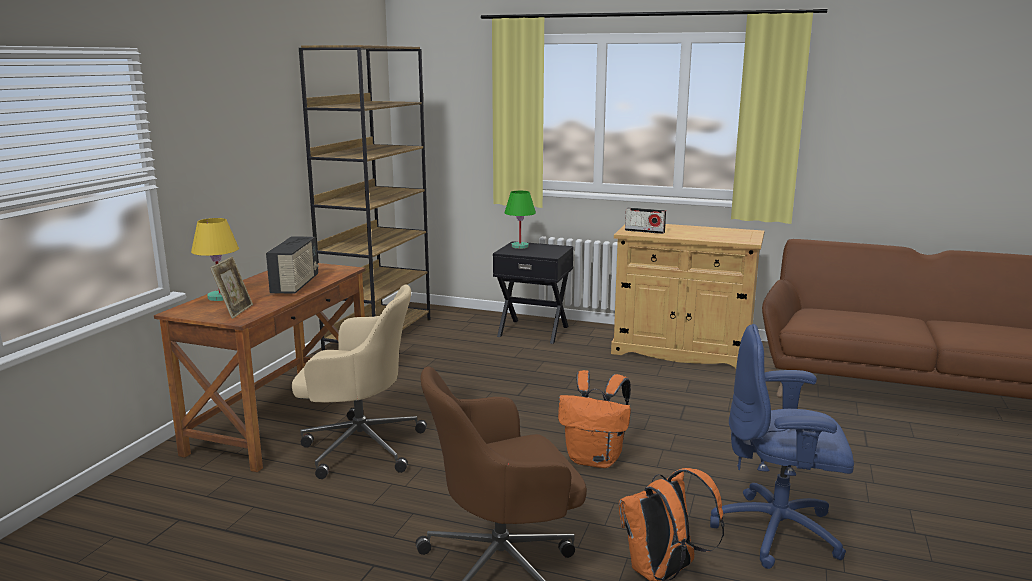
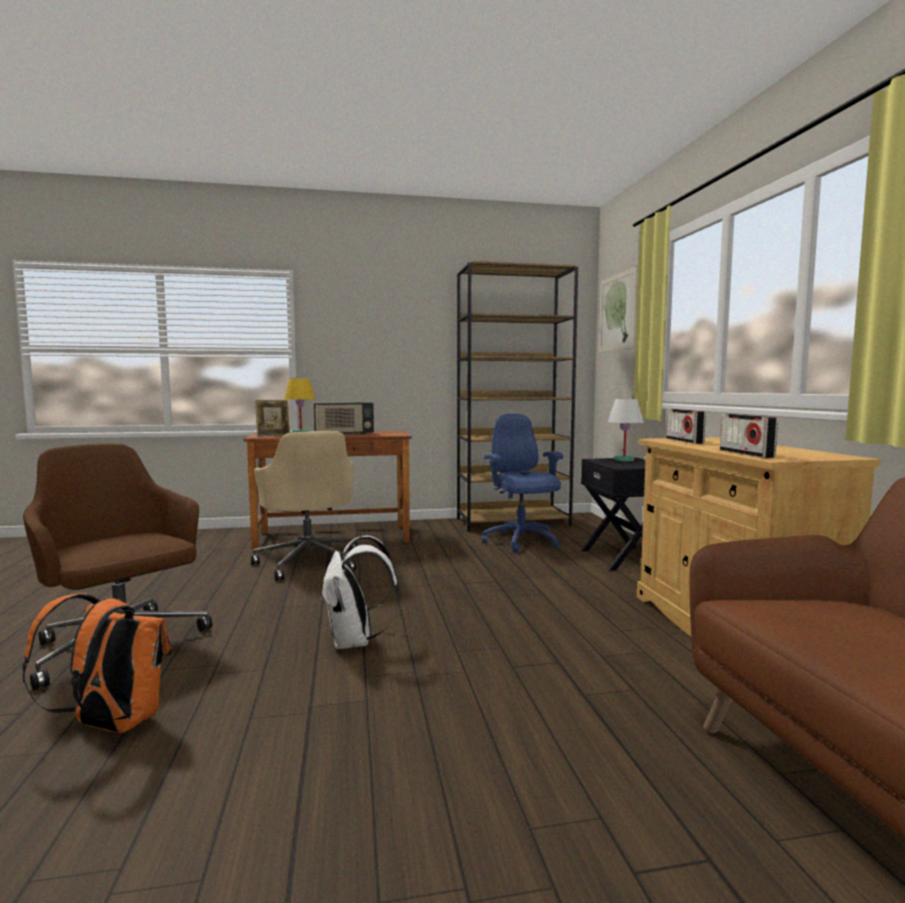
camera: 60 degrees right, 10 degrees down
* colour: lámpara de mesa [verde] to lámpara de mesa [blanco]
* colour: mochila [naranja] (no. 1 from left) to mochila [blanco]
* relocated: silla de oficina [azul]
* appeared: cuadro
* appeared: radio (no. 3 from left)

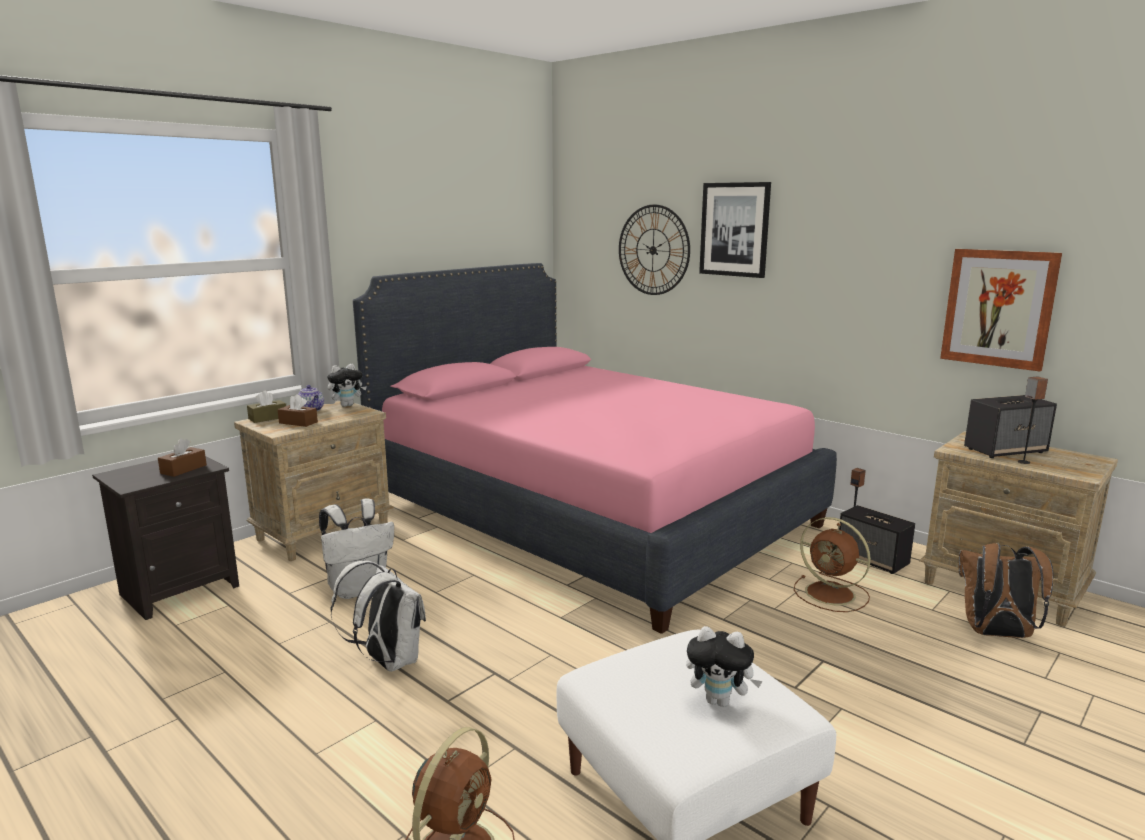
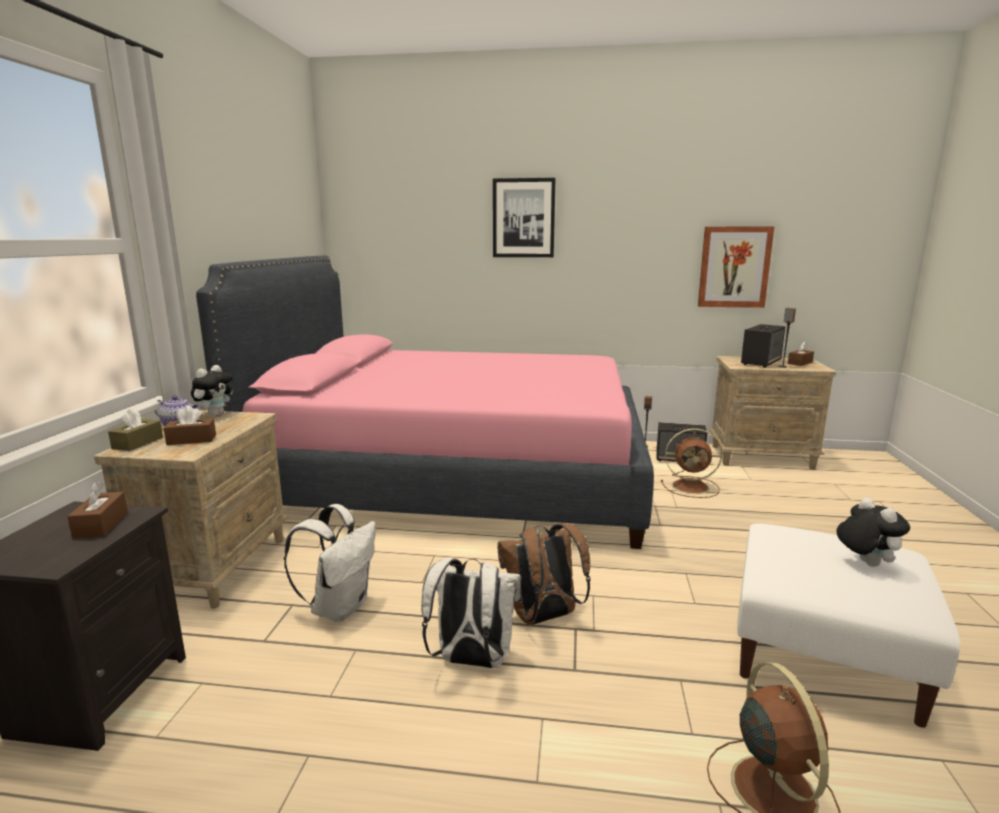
camera: 35 degrees left, 0 degrees up
* missing: reloj de pared
* spun: peluche (no. 2 from left) 90 degrees counterclockwise
* relocated: mochila [marrón]
* appeared: caja de pañuelos [marrón] (no. 4 from left)

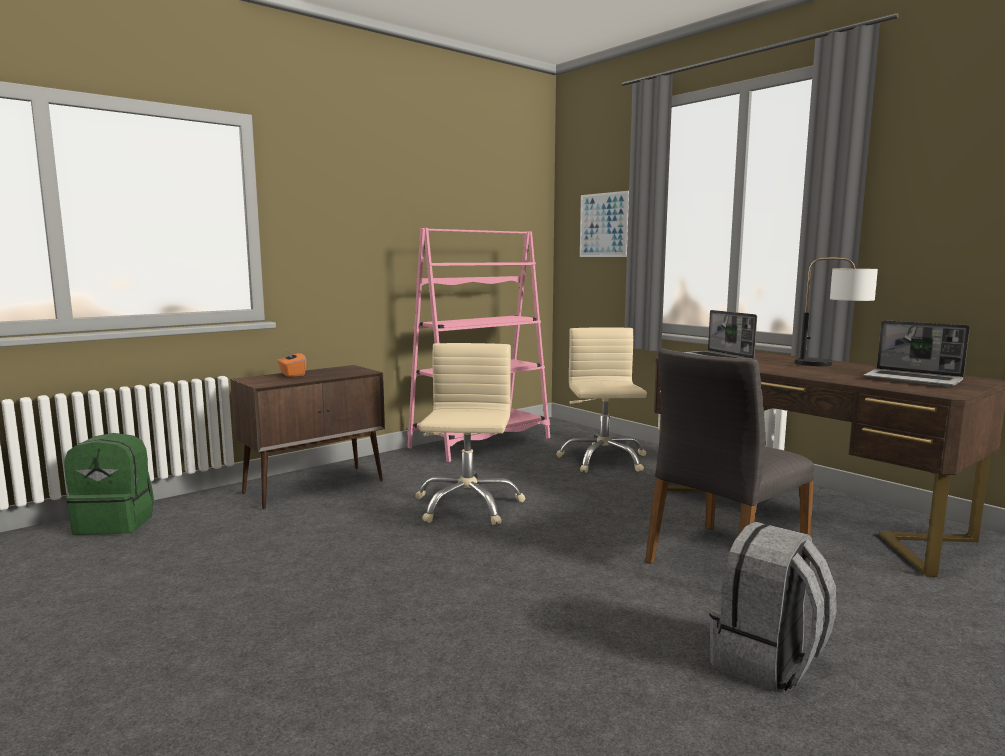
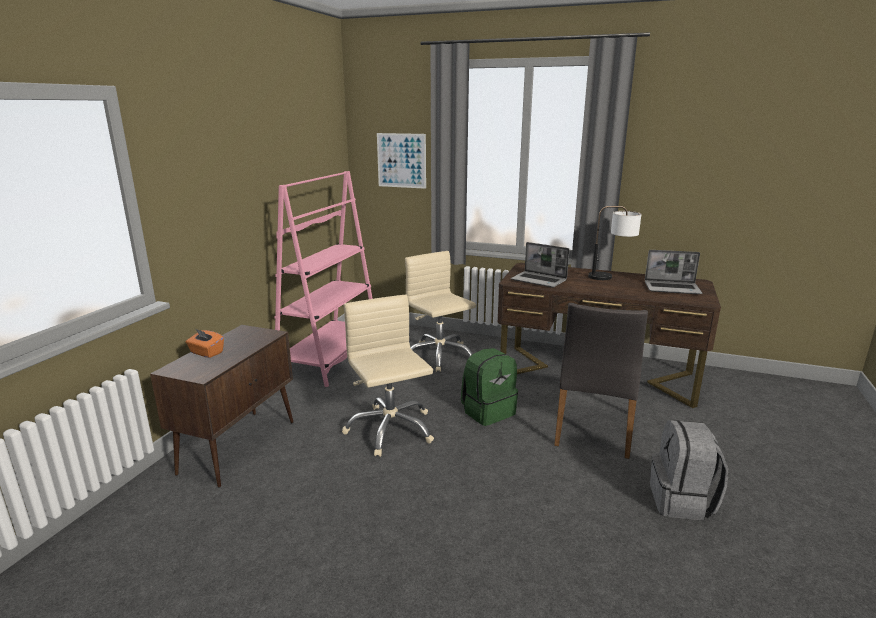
camera: 30 degrees left, 10 degrees up
* relocated: mochila [verde]

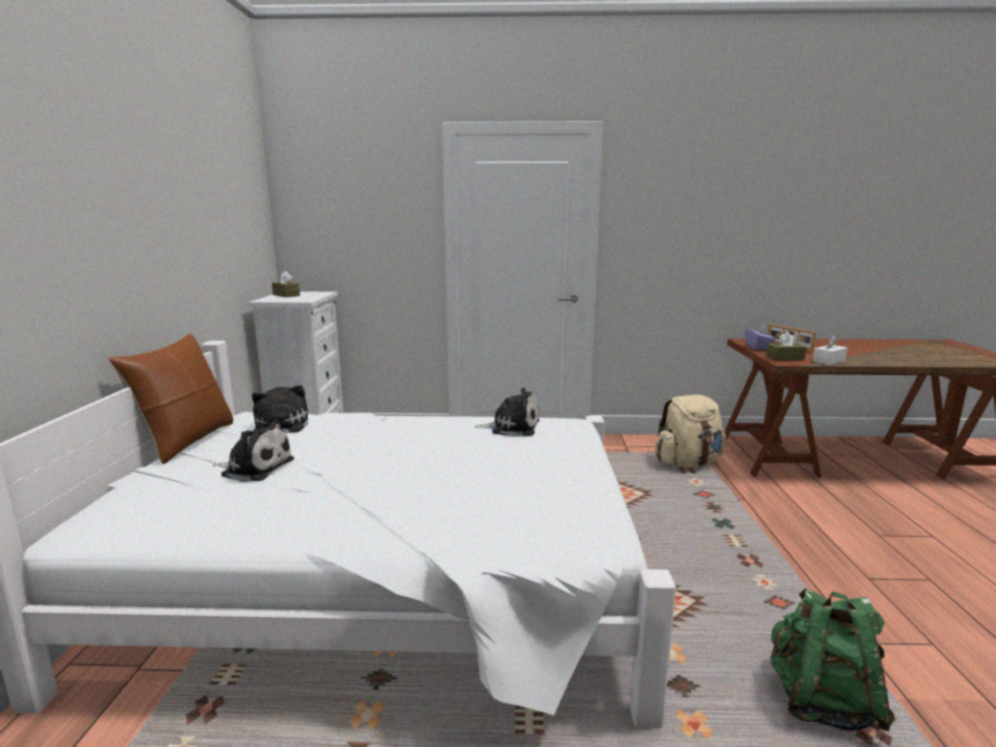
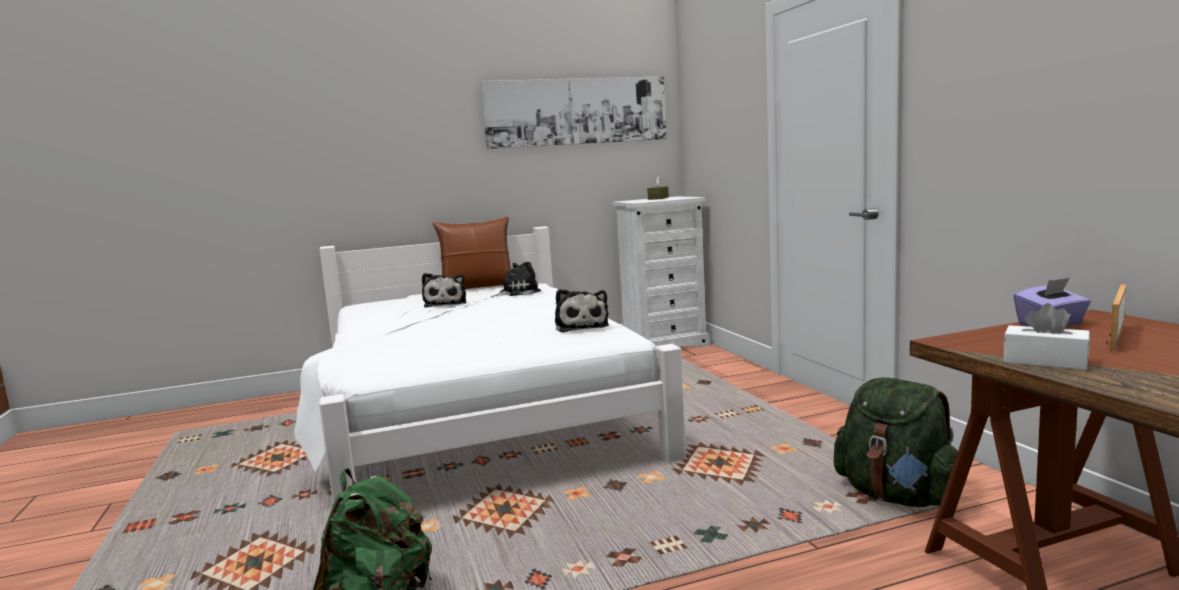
camera: 70 degrees right, 5 degrees down
* colour: mochila [beis] to mochila [verde] (no. 2 from left)
* missing: caja de pañuelos [marrón] (no. 2 from left)
* appeared: cuadro

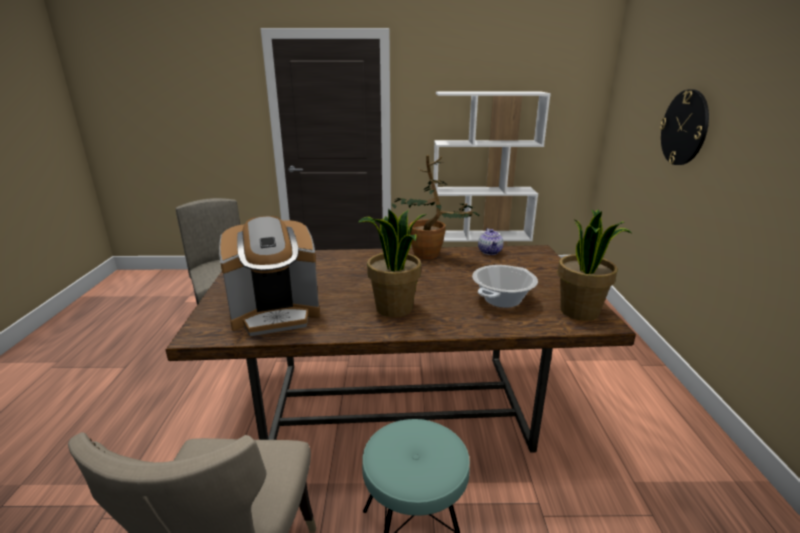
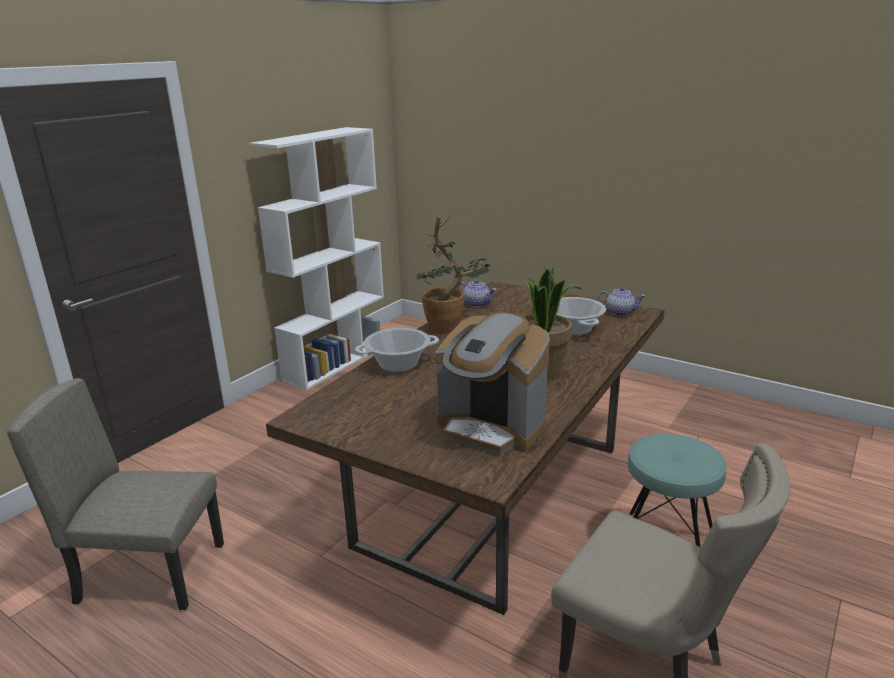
camera: 55 degrees left, 0 degrees up
* spun: cafetera 105 degrees clockwise
* exchanged: planta en maceta (no. 3 from left) to tetera (no. 2 from left)
* missing: reloj de pared
* appeared: olla (no. 1 from left)

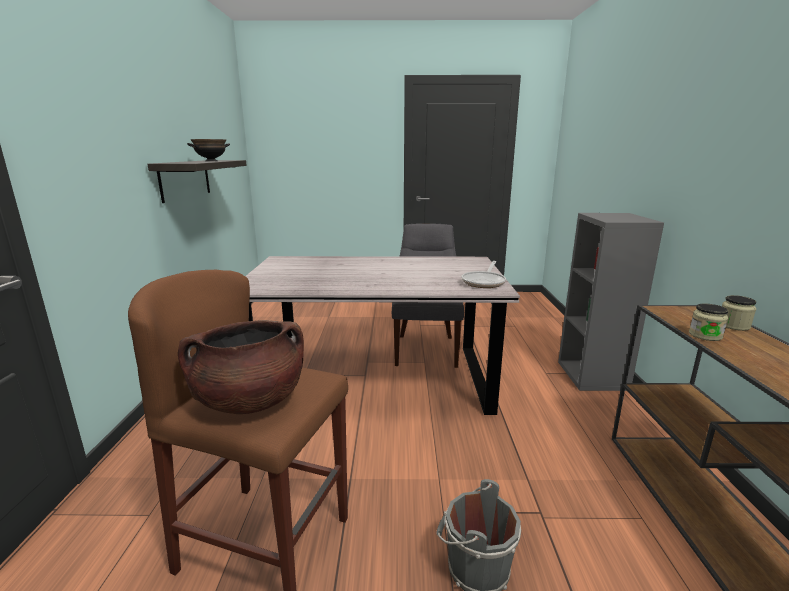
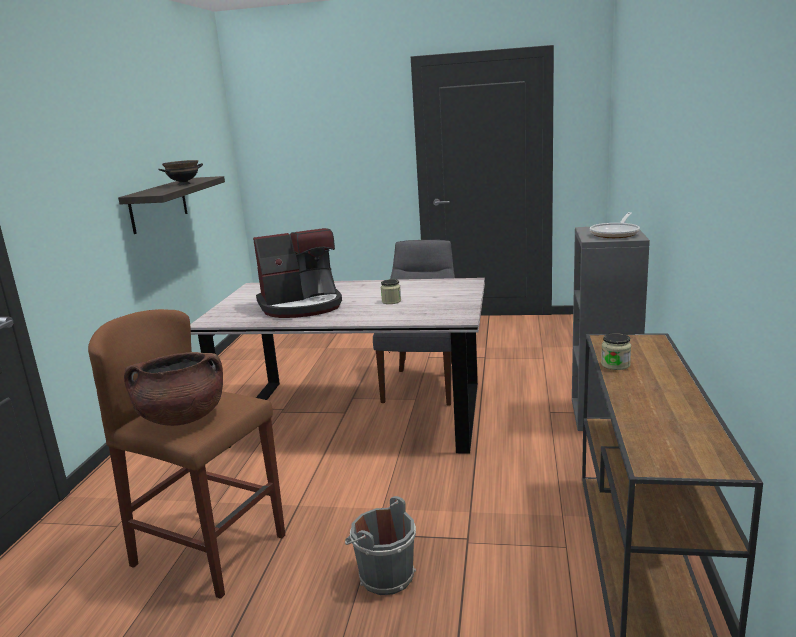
camera: 10 degrees right, 0 degrees up
* relocated: sartén
* relocated: tarro (no. 2 from left in the first image) to tarro (no. 1 from left)
* appeared: cafetera

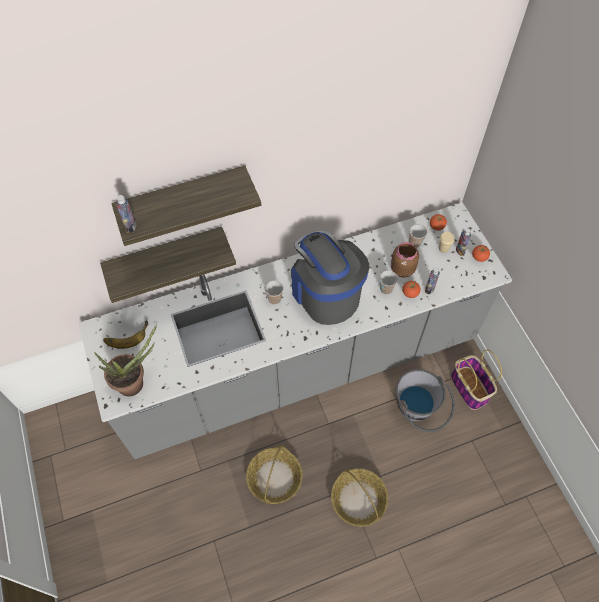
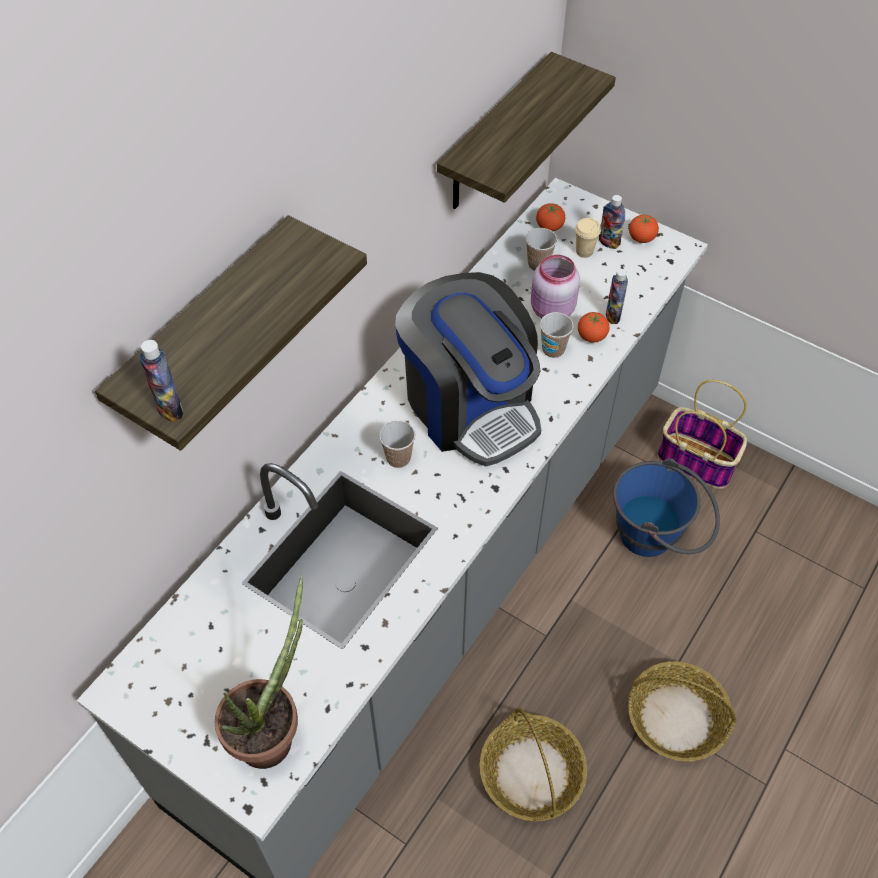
camera: 35 degrees left, 5 degrees down
* relocated: estante (no. 1 from left in the first image) to estante (no. 2 from left)
* missing: plátano
* spun: cafetera 150 degrees counterclockwise
* colour: tarro [marrón] to tarro [rosa]
* colour: cubo [gris] to cubo [azul]

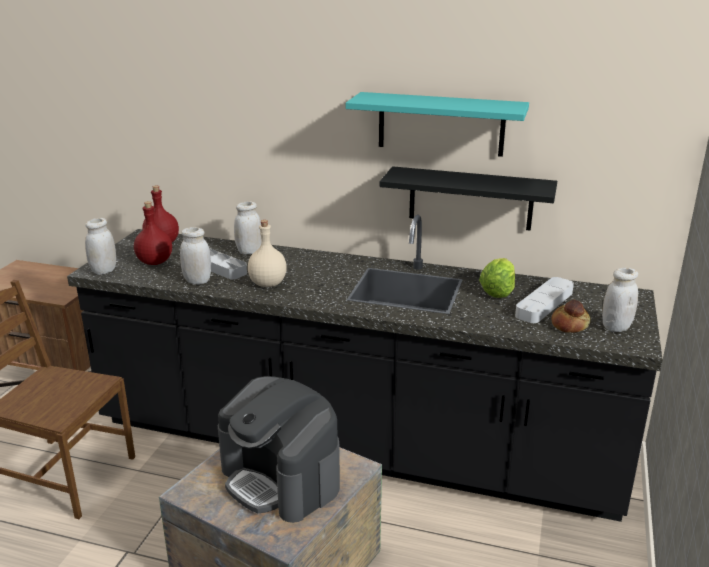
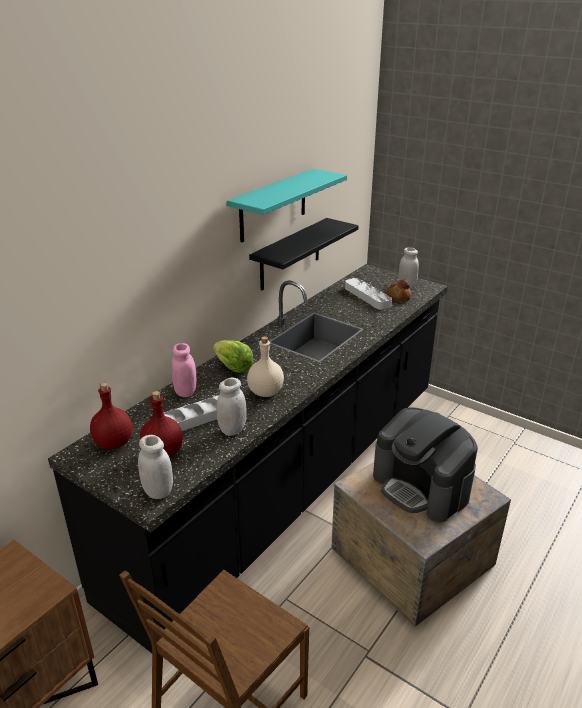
camera: 70 degrees left, 5 degrees up
* spun: cafetera 75 degrees clockwise
* colour: tarro [blanco] (no. 3 from left) to tarro [rosa]
* relocated: lechuga

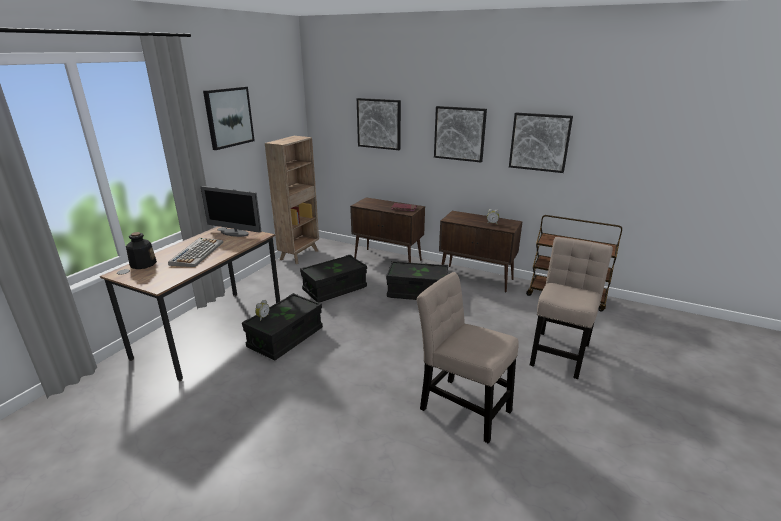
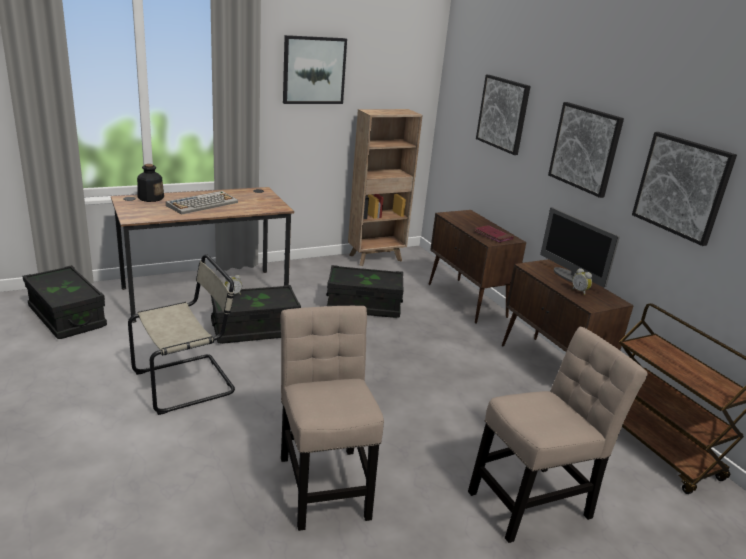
camera: 35 degrees right, 0 degrees up
* relocated: monitor
* relocated: caja de almacenaje [negro] (no. 3 from left in the first image) to caja de almacenaje [negro] (no. 1 from left)
* appeared: silla [beis] (no. 1 from left)

